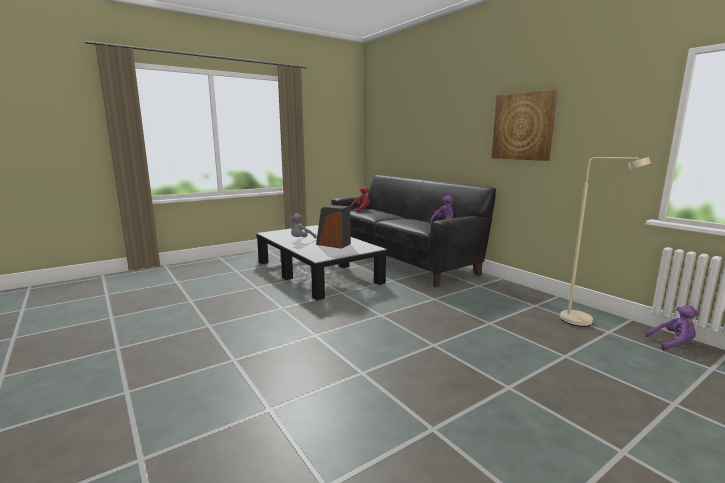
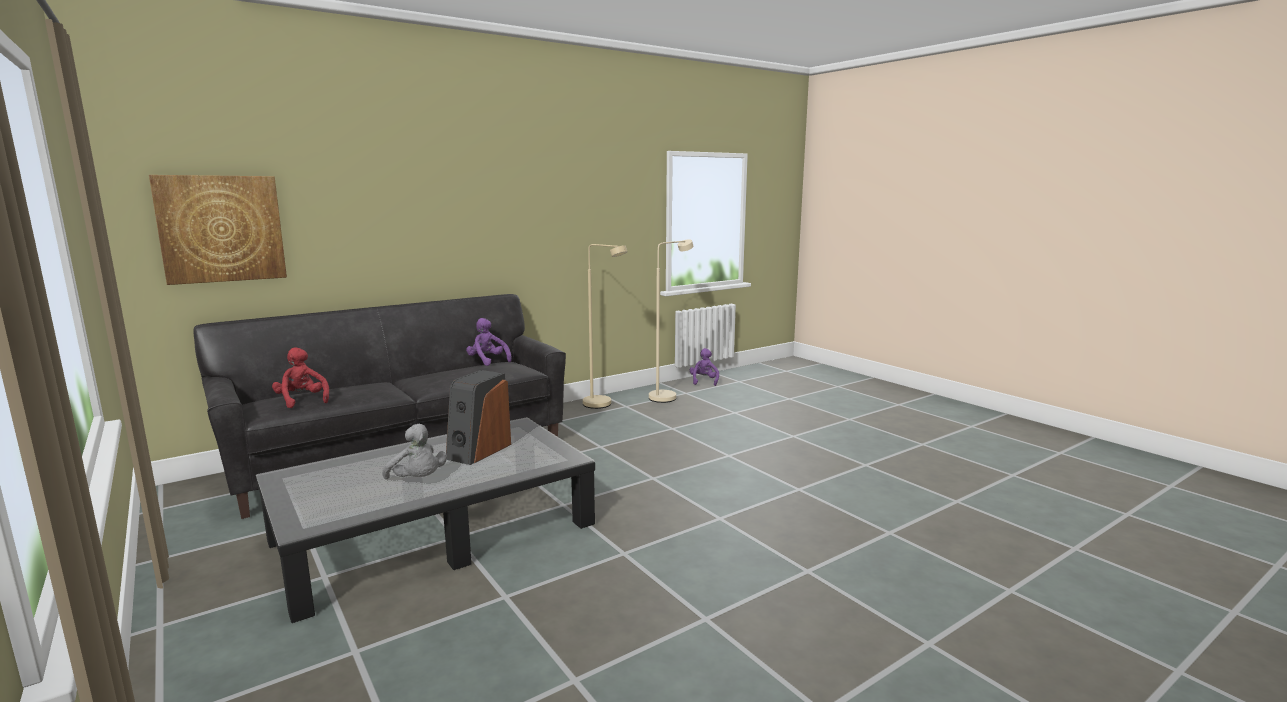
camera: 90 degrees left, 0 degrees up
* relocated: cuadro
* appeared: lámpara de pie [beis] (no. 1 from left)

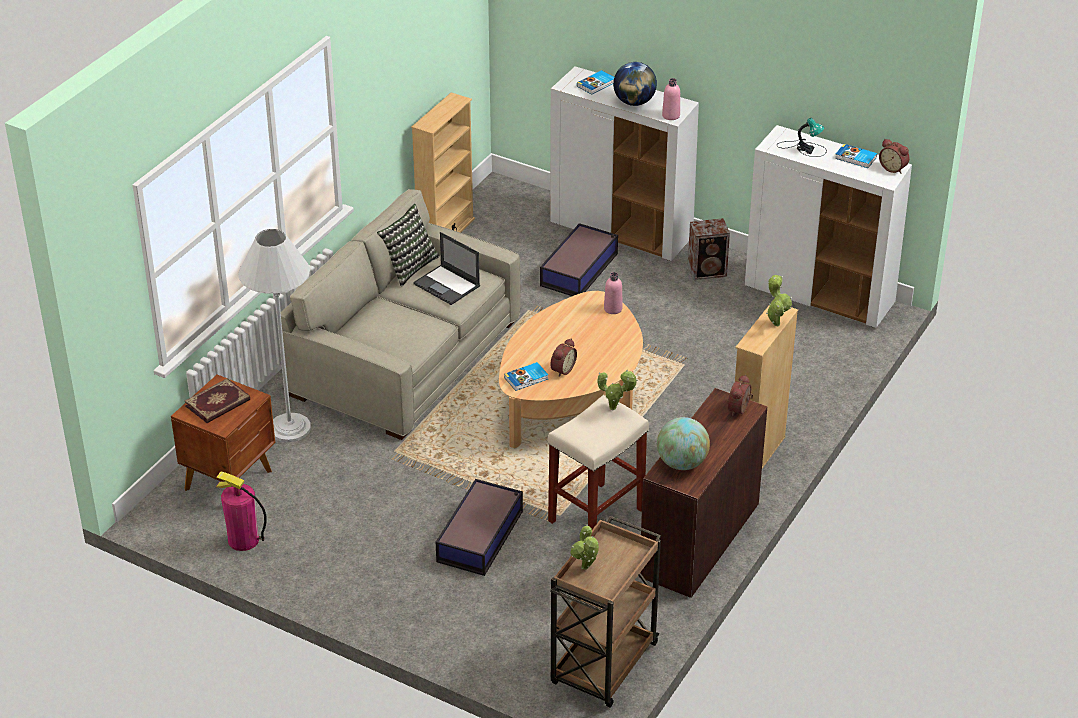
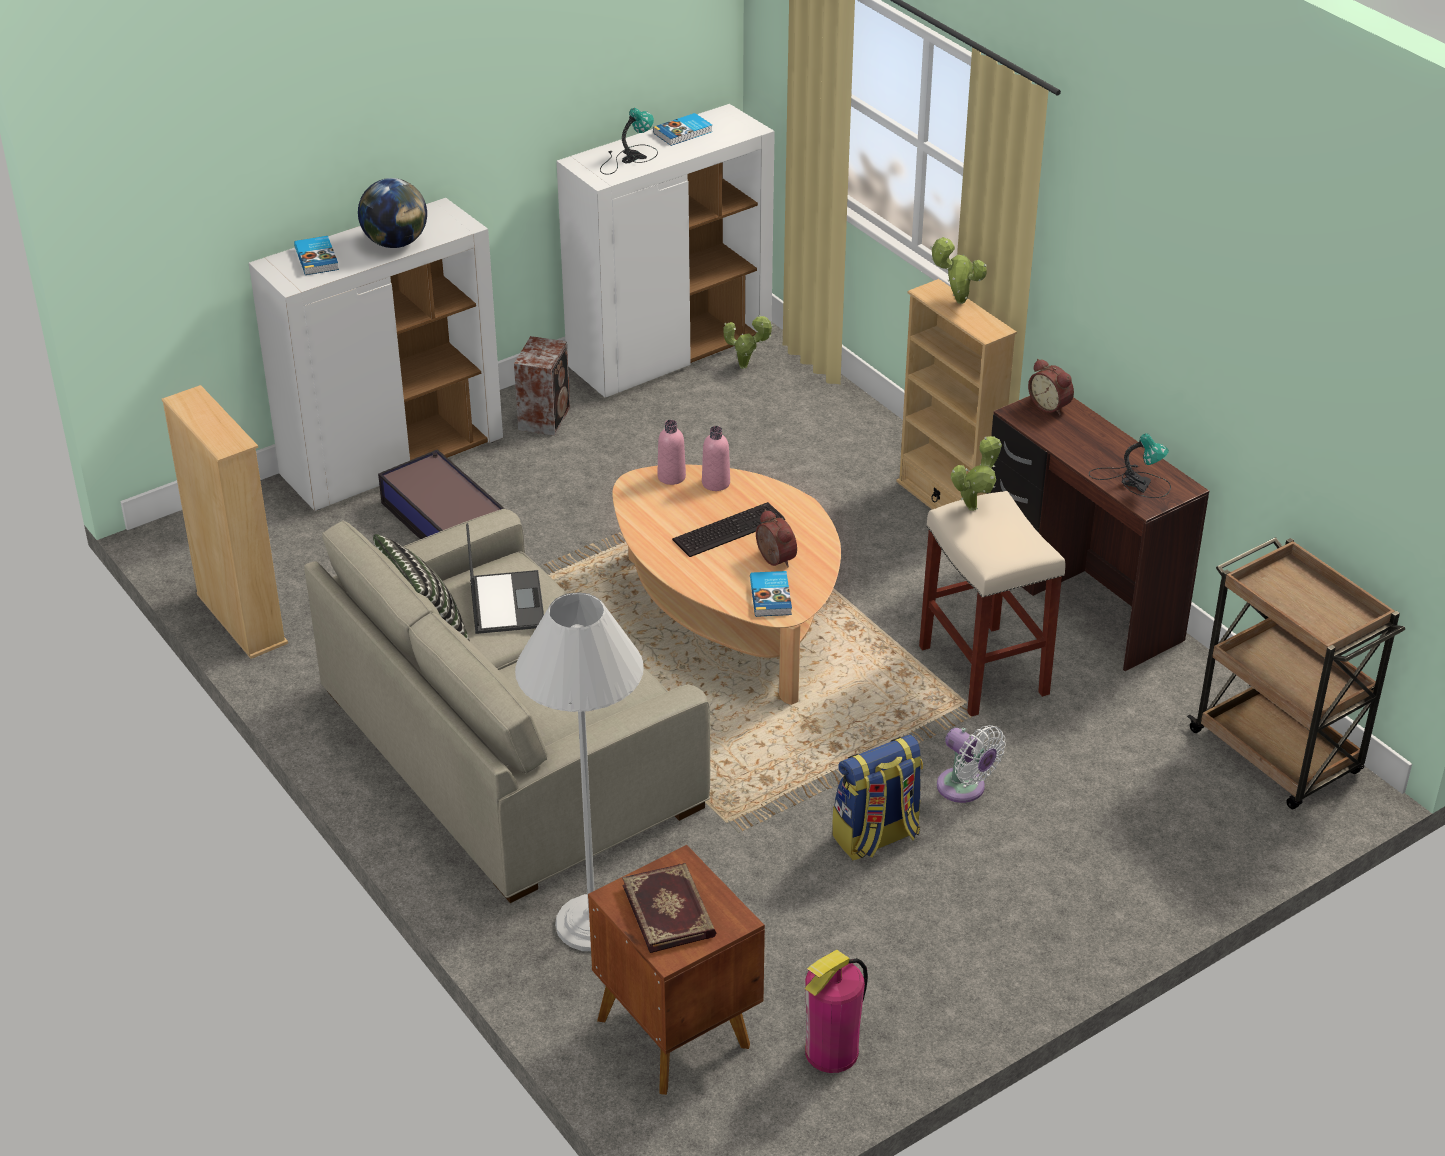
camera: 65 degrees left, 0 degrees up
* spun: portátil 75 degrees counterclockwise
* exchanged: caja de almacenaje (no. 1 from left) to ventilador [blanco]
* relocated: planta en maceta (no. 1 from left)
* exchanged: globo terráqueo (no. 2 from left) to lámpara de mesa (no. 2 from left)
* relocated: botella [rosa] (no. 2 from left)
* missing: despertador (no. 3 from left)
* appeared: teclado
* appeared: mochila

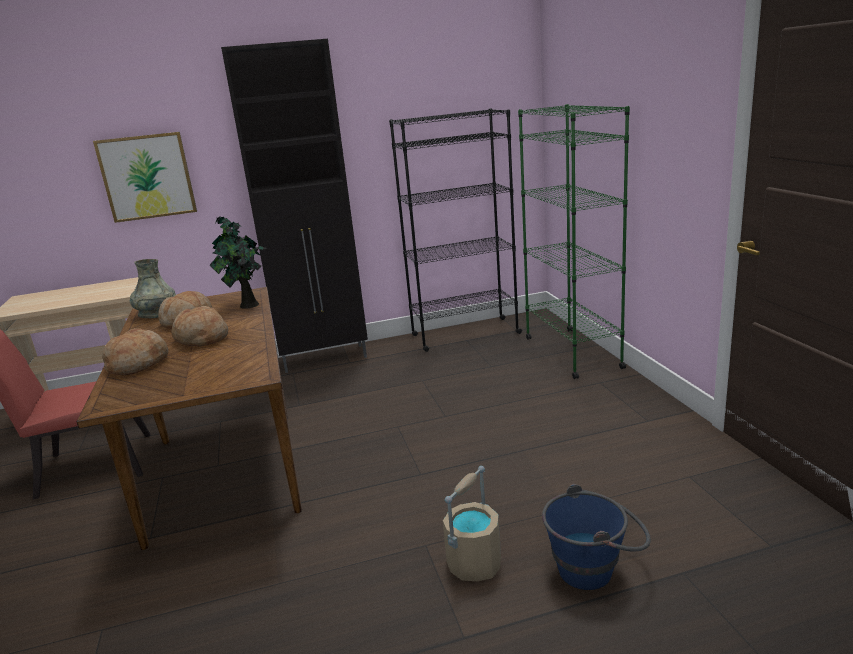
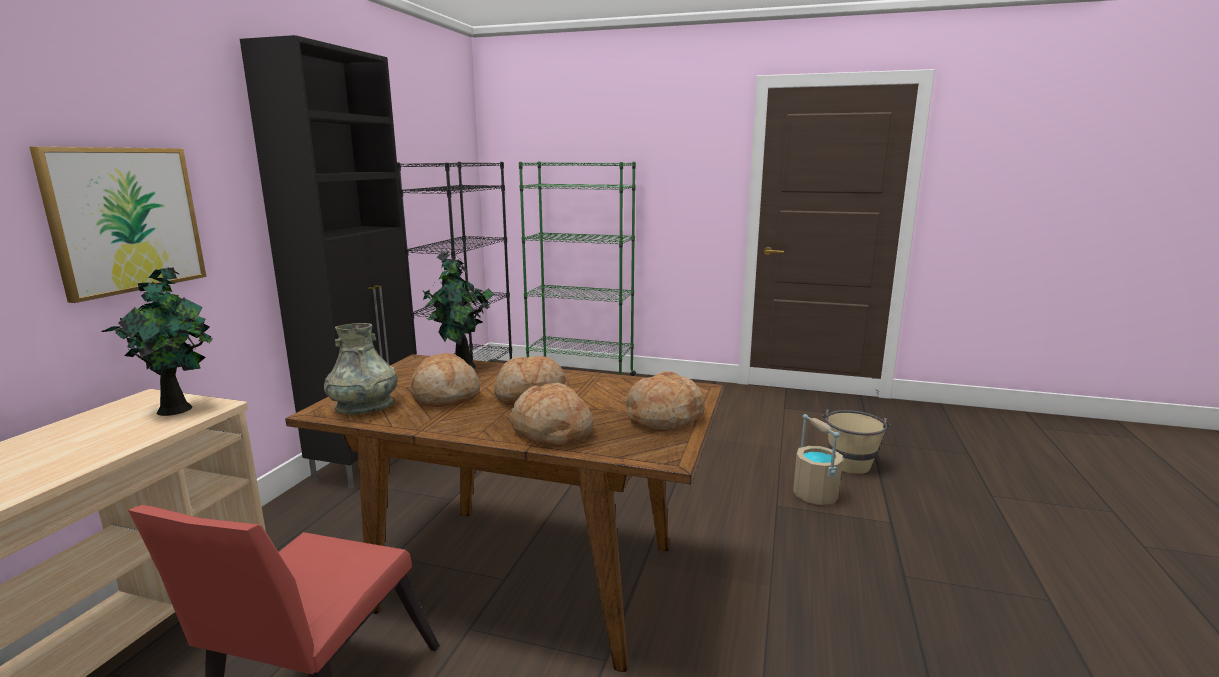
camera: 60 degrees left, 5 degrees down
* colour: cubo [azul] to cubo [beis] (no. 2 from left)
* appeared: planta en maceta (no. 1 from left)
* appeared: pan (no. 4 from left)

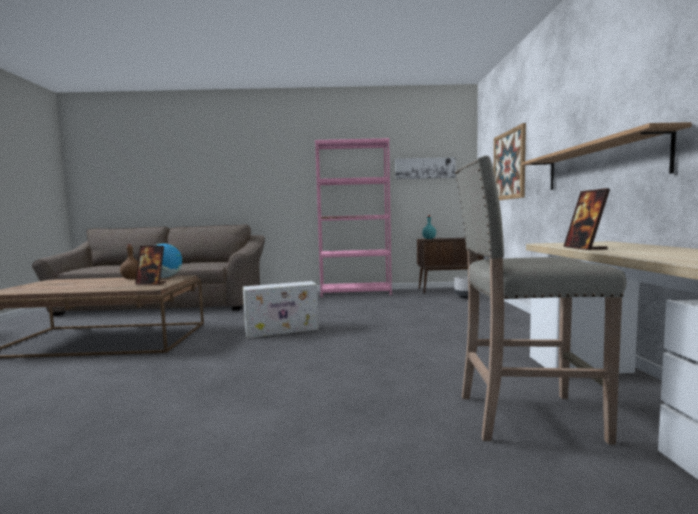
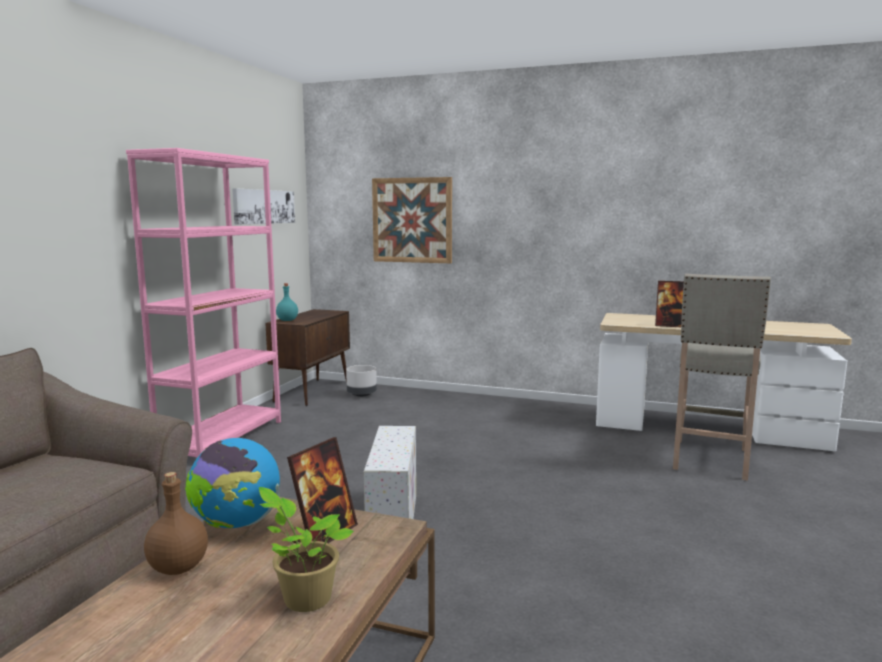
camera: 70 degrees left, 5 degrees up
* missing: estante
* appeared: planta en maceta

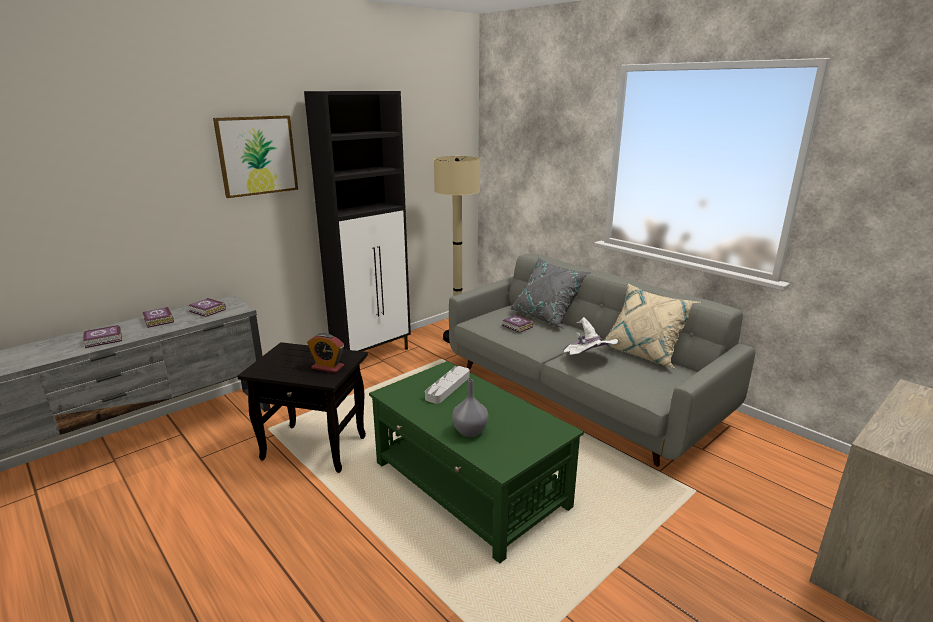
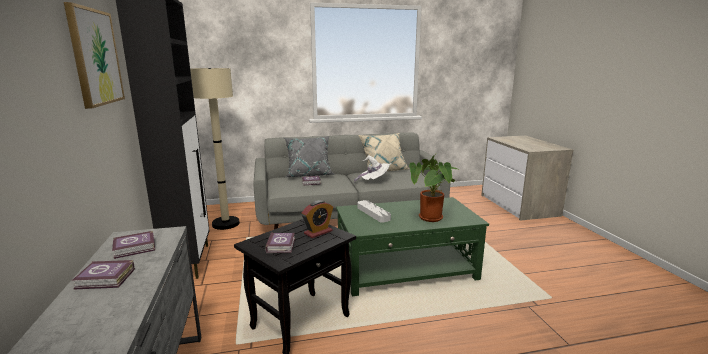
camera: 60 degrees left, 5 degrees down
* relocated: libro (no. 1 from left in the first image) to libro (no. 3 from left)
* exchanged: florero [gris] to planta en maceta

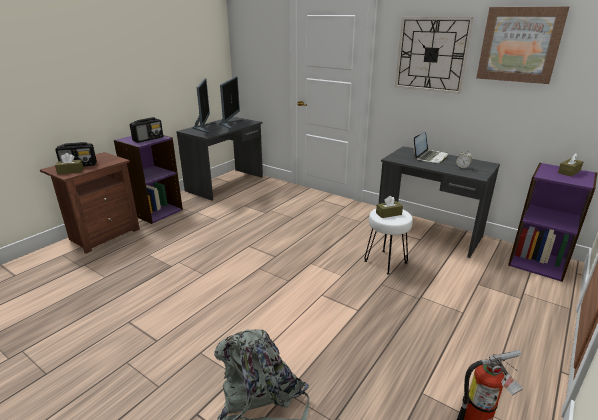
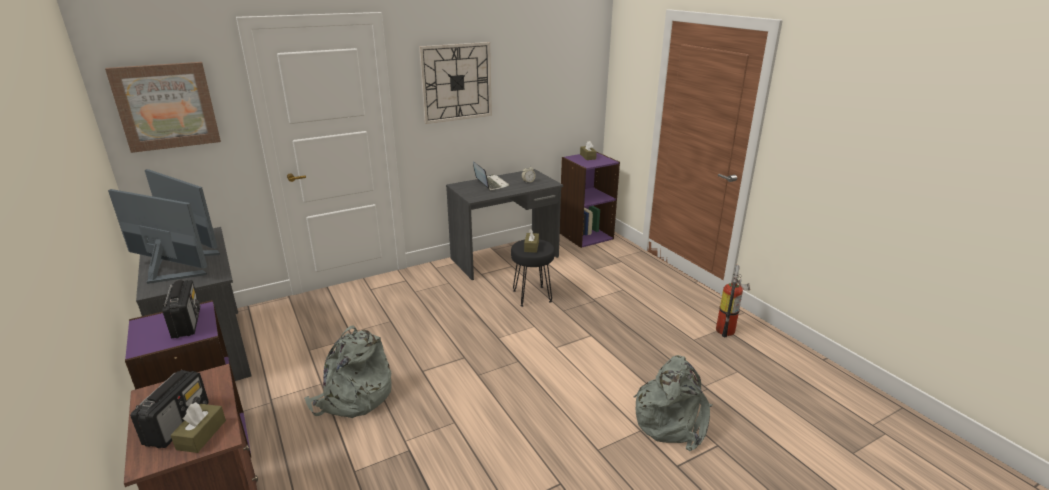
camera: 65 degrees left, 0 degrees up
* colour: taburete [blanco] to taburete [negro]
* relocated: cuadro
* appeared: mochila [gris] (no. 1 from left)

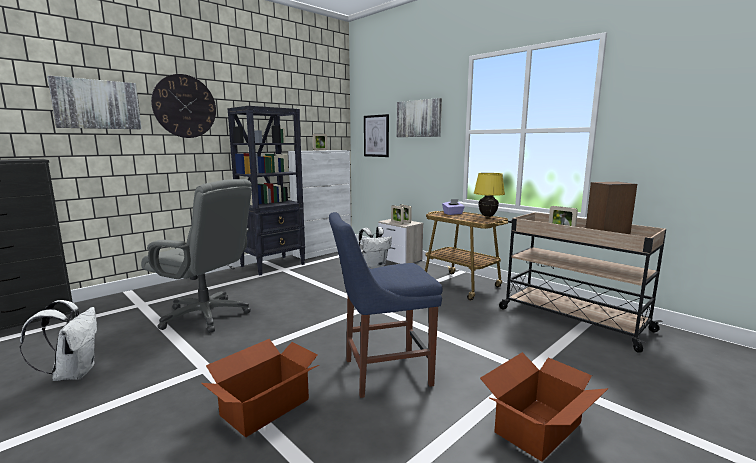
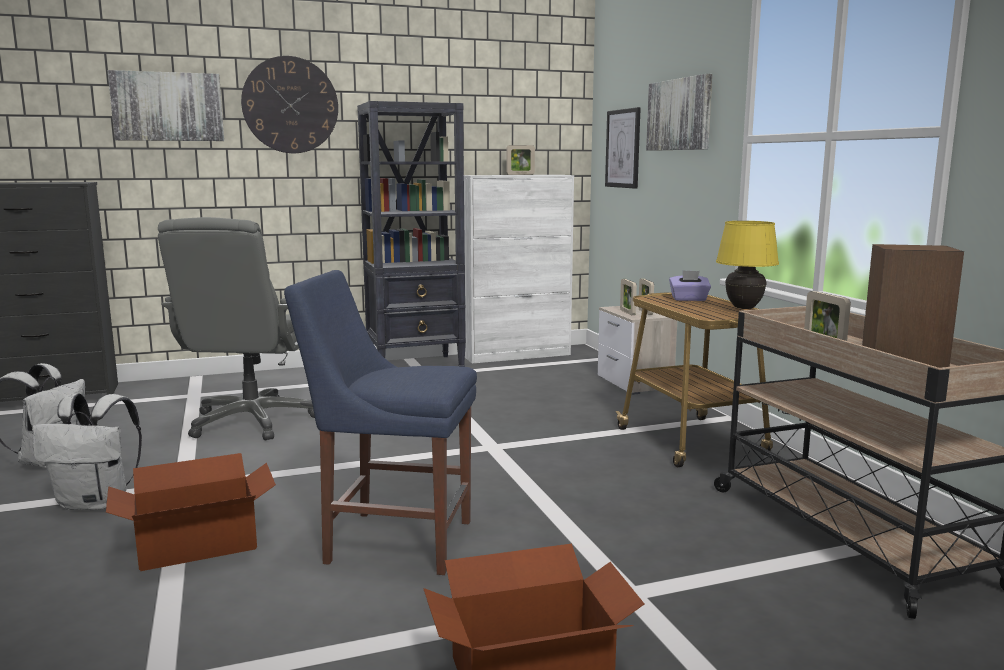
camera: 25 degrees right, 0 degrees up
* spun: silla de oficina [gris] 45 degrees clockwise
* relocated: mochila [blanco] (no. 2 from left)

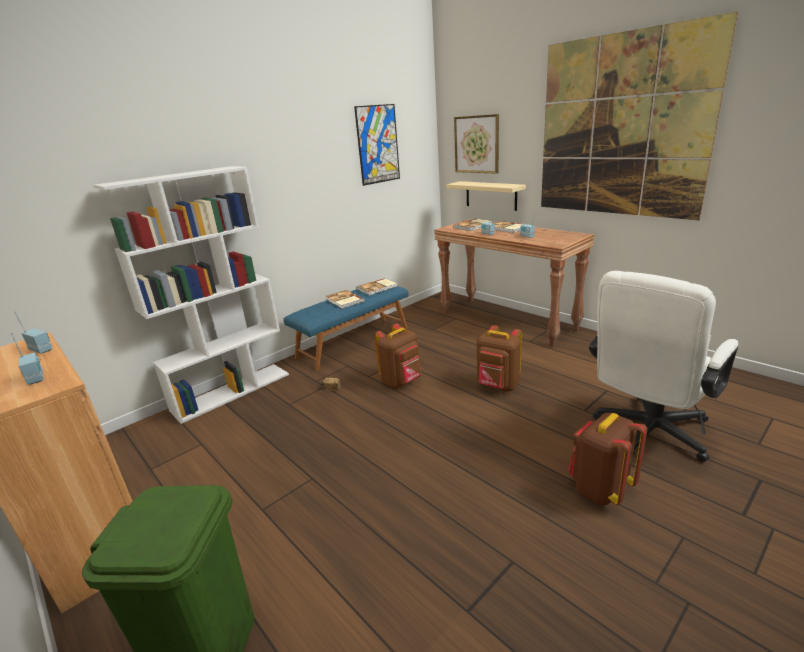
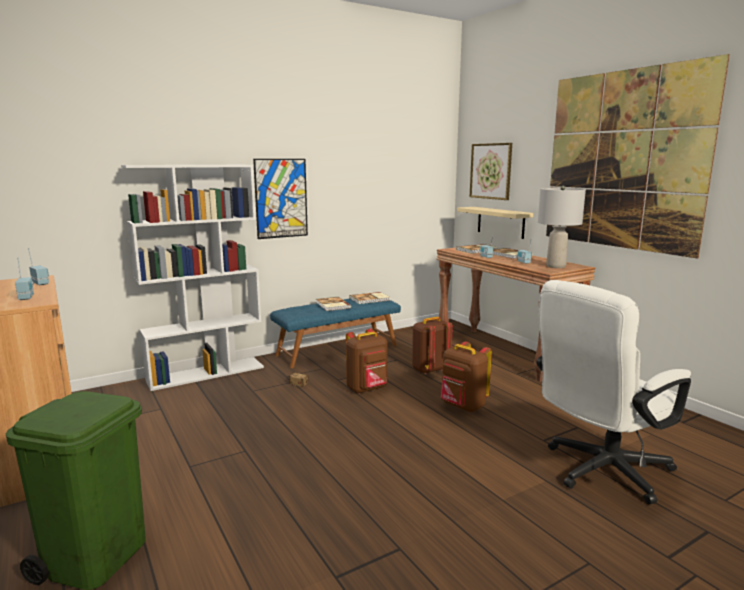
camera: 10 degrees right, 10 degrees down
* relocated: cuadro (no. 1 from left)
* relocated: mochila [marrón] (no. 3 from left in the first image) to mochila [marrón] (no. 2 from left)
* appeared: lámpara de mesa [gris]

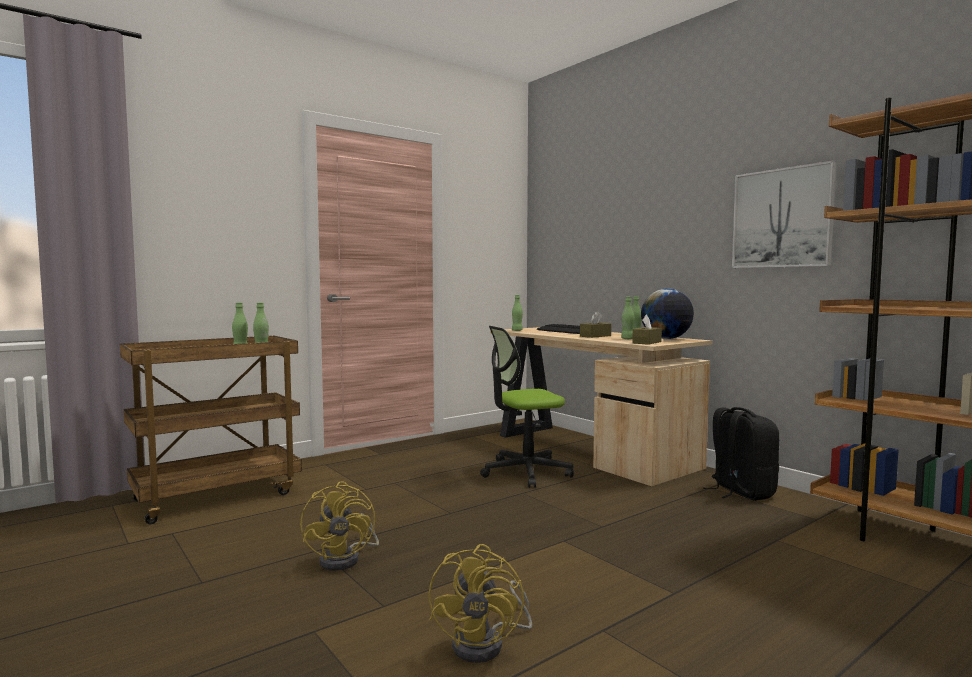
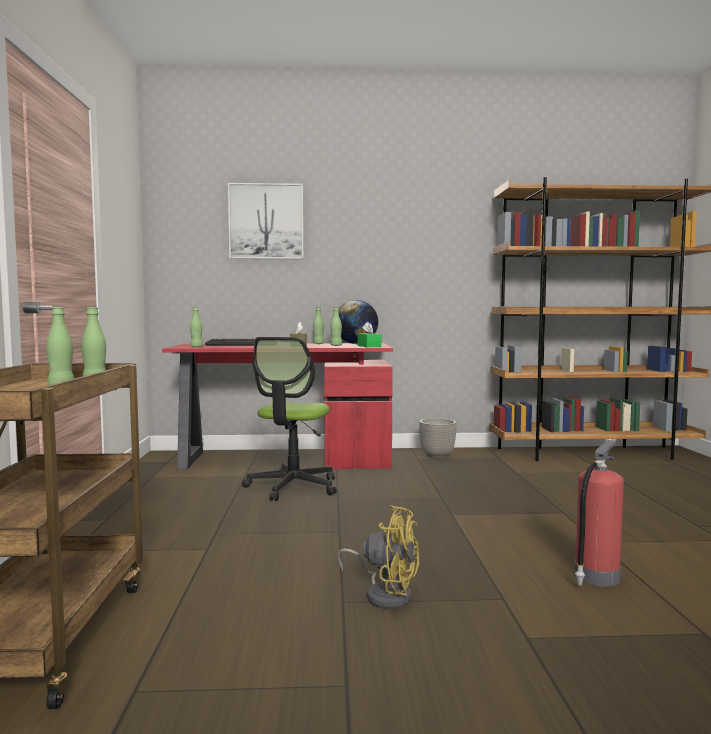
camera: 55 degrees left, 0 degrees up
* exchanged: ventilador [amarillo] (no. 2 from left) to extintor
* colour: escritorio [beis] to escritorio [rojo]
* colour: caja de pañuelos [marrón] (no. 2 from left) to caja de pañuelos [verde]
* exchanged: mochila [negro] to maceta
* relocated: cuadro

